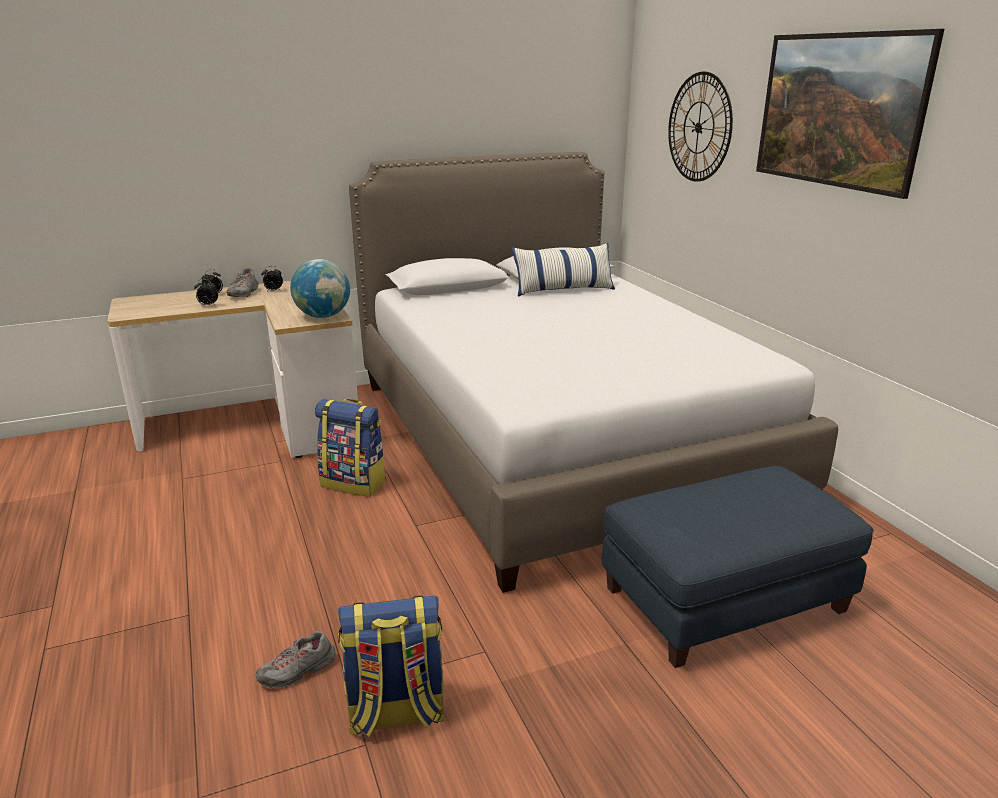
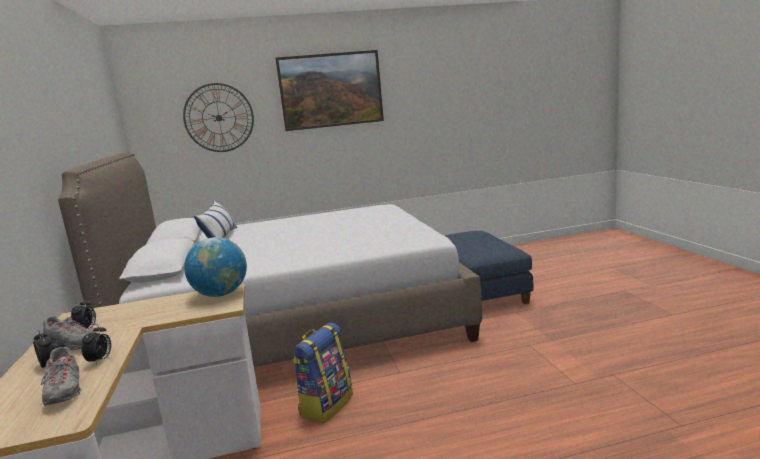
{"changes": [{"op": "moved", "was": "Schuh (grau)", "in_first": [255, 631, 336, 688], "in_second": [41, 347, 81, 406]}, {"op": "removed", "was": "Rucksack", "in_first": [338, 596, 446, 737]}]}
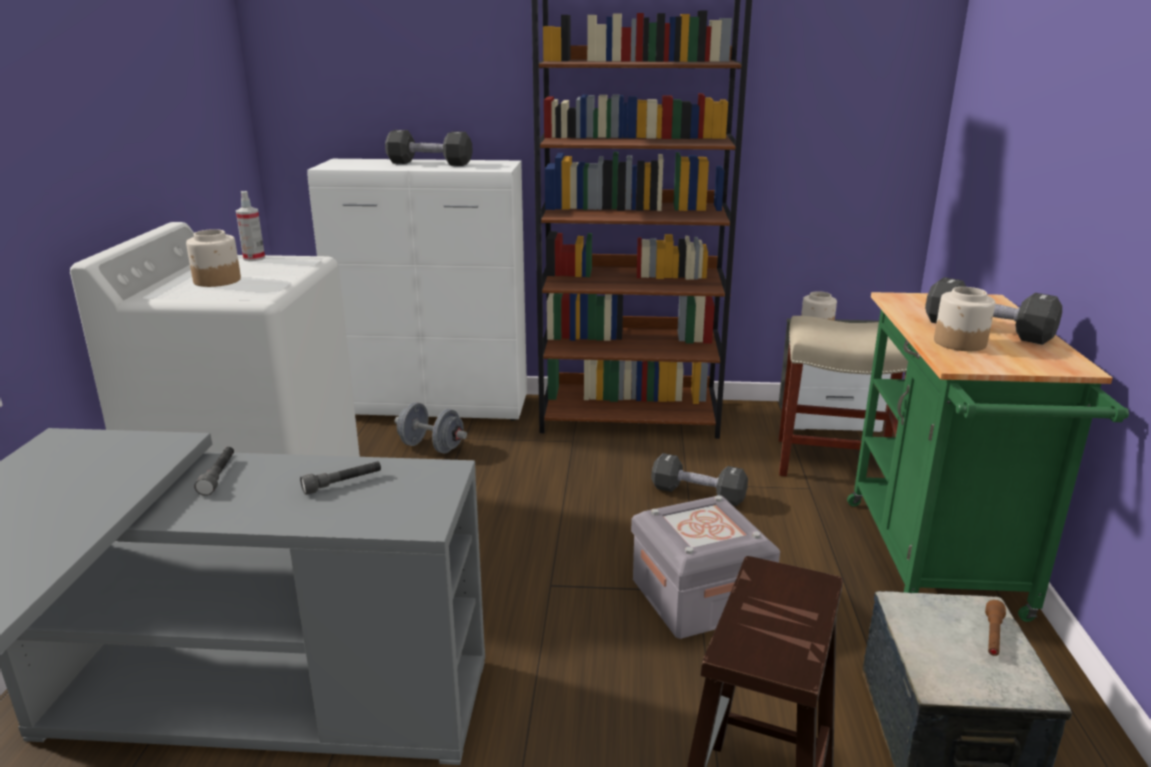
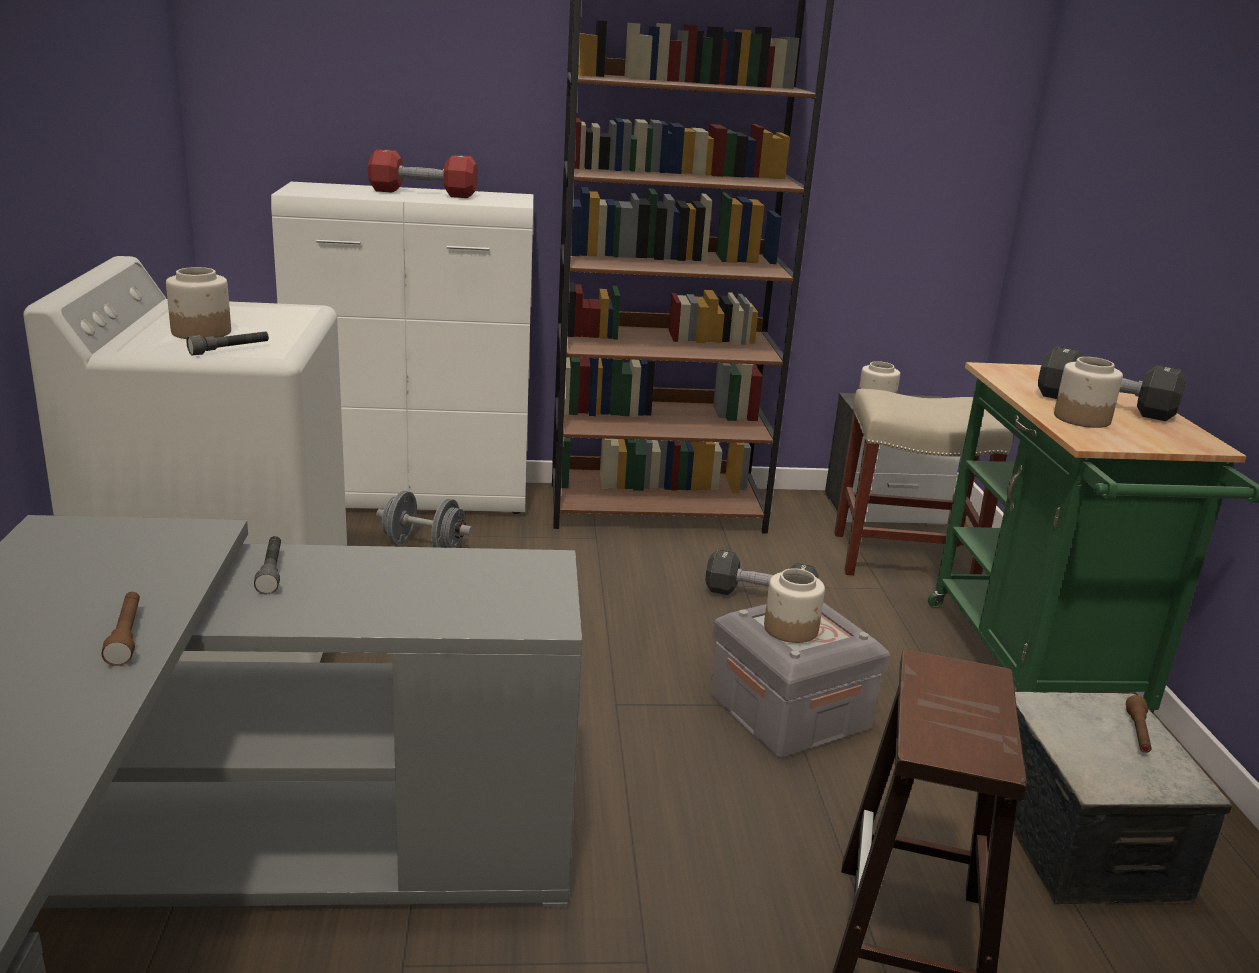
{"changes": [{"op": "added", "now": "Taschenlampe (braun)", "in_second": [101, 592, 140, 666]}, {"op": "moved", "was": "Taschenlampe (grau)", "in_first": [300, 461, 381, 495], "in_second": [187, 331, 269, 355]}, {"op": "recoloured", "was": "Hantel (schwarz)", "now": "Hantel (rot)", "in_first": [385, 130, 473, 166], "in_second": [368, 149, 478, 198]}, {"op": "added", "now": "Vorratsglas", "in_second": [764, 568, 825, 643]}, {"op": "removed", "was": "Sprühflasche", "in_first": [236, 191, 265, 261]}]}
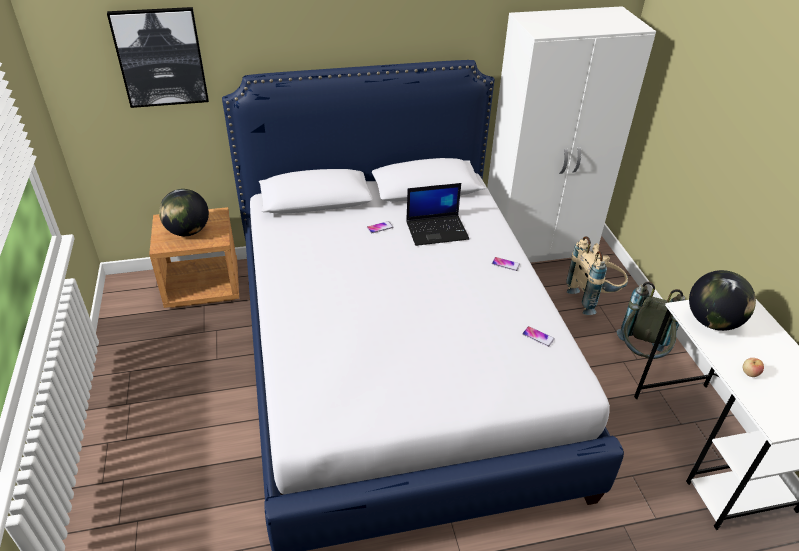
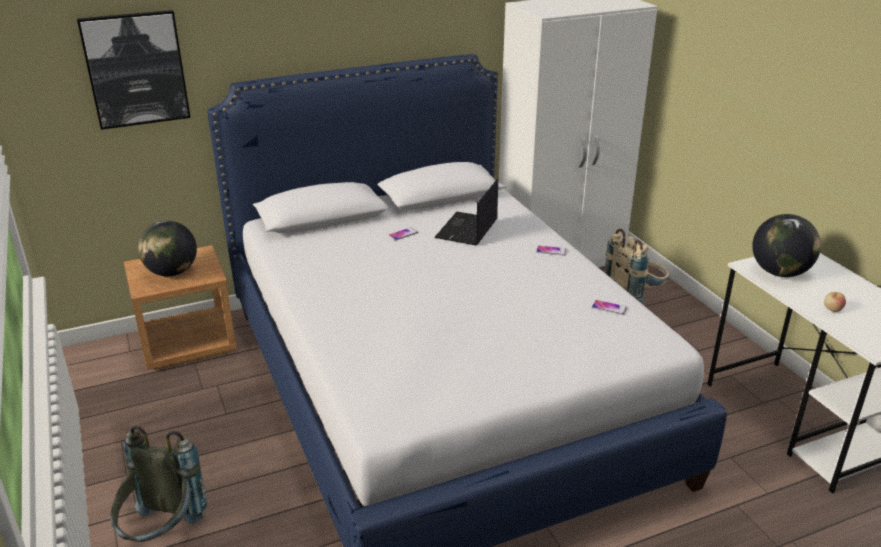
{"changes": [{"op": "moved", "was": "Rucksack (grau)", "in_first": [617, 282, 685, 359], "in_second": [110, 425, 207, 542]}, {"op": "turned", "was": "Laptop", "in_first": [406, 183, 469, 246], "in_second": [434, 179, 498, 246], "clockwise": 135}]}
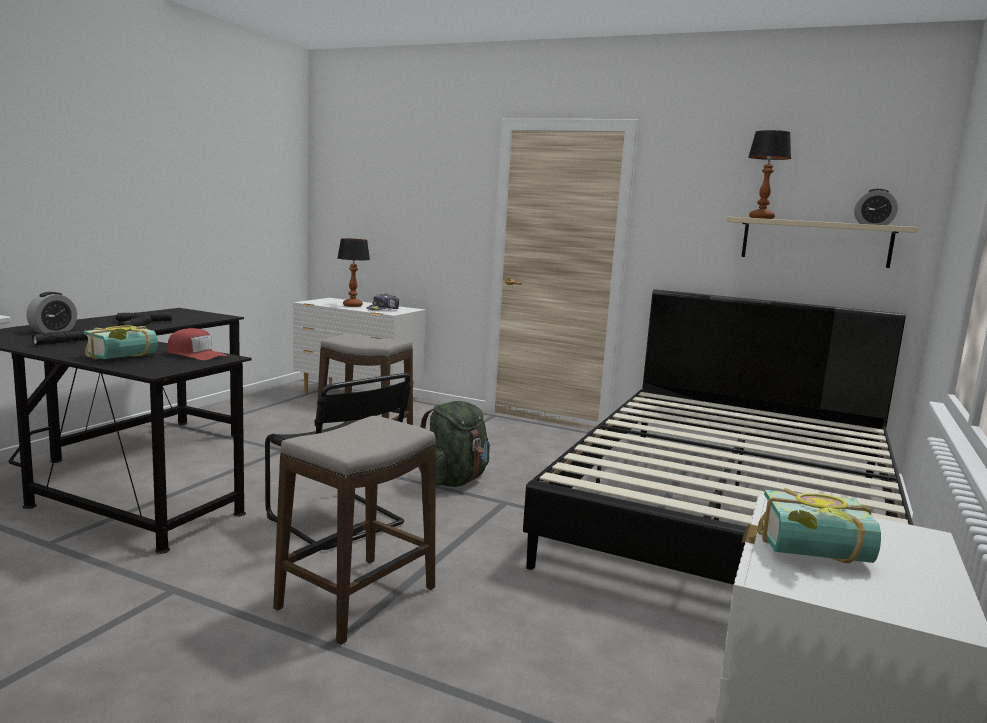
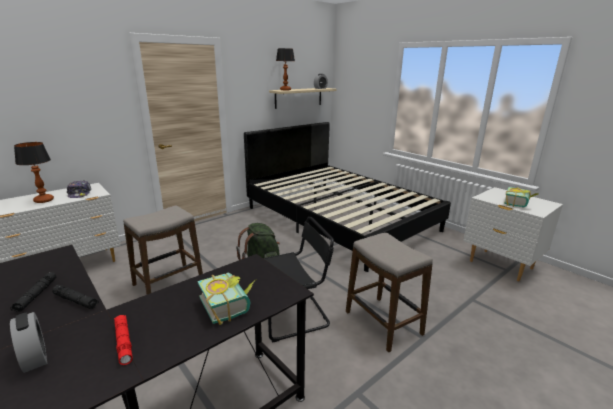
{"changes": [{"op": "recoloured", "was": "Taschenlampe (schwarz)", "now": "Taschenlampe (rot)", "in_first": [32, 329, 94, 345], "in_second": [114, 315, 133, 365]}, {"op": "removed", "was": "Kappe (rot)", "in_first": [167, 328, 227, 361]}]}
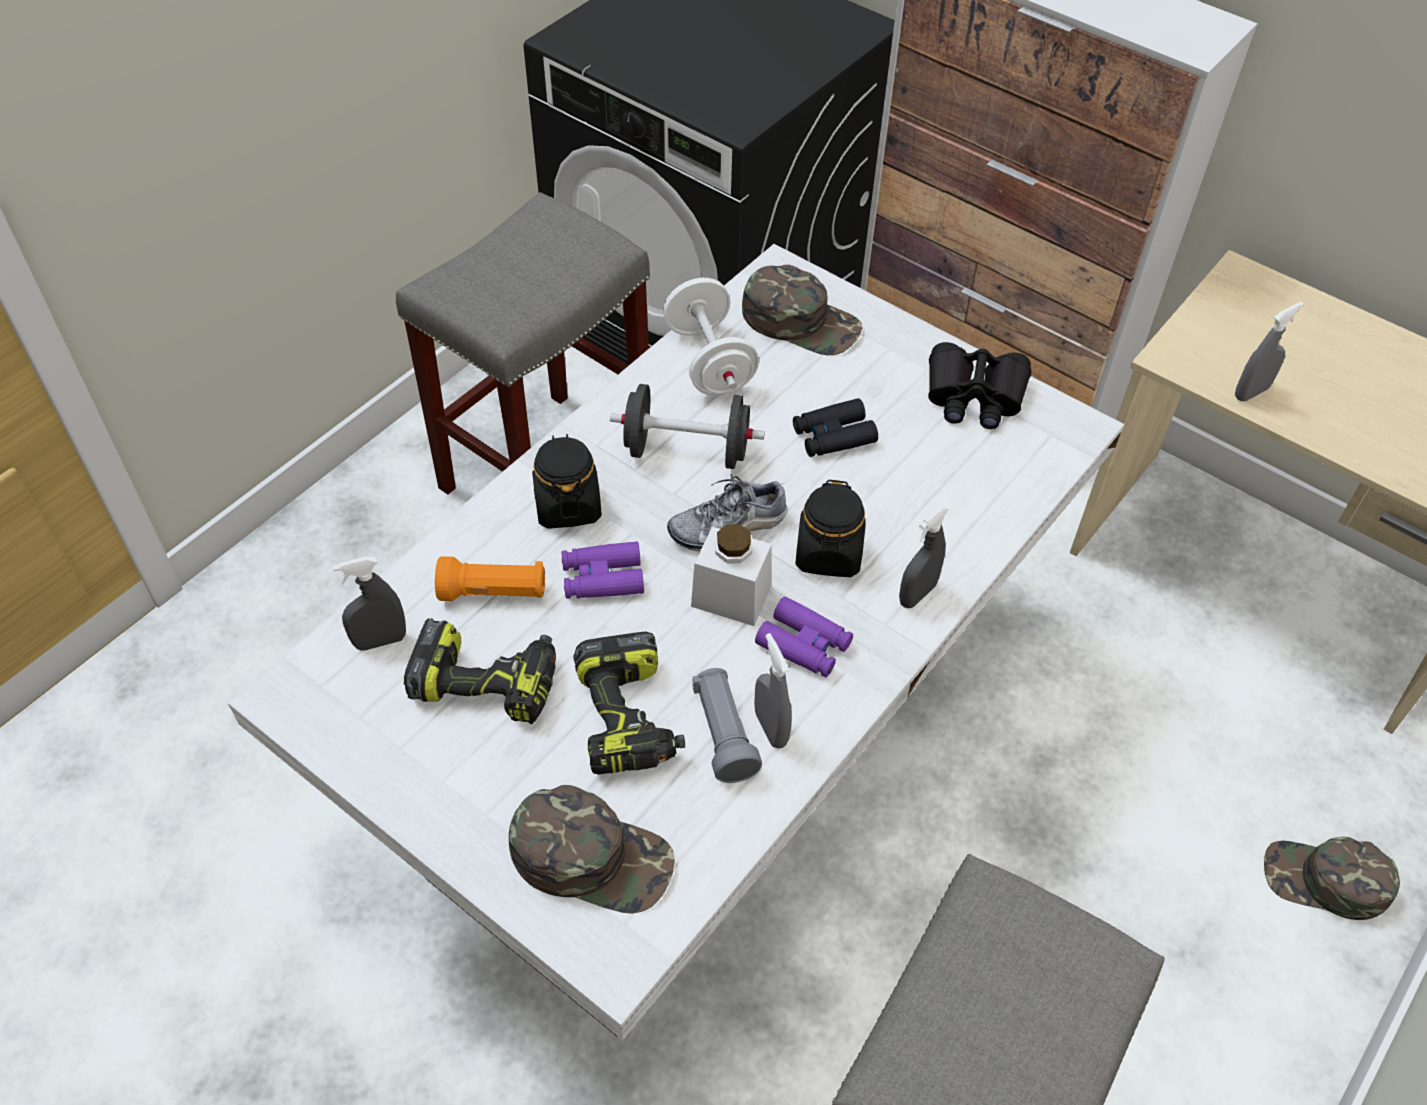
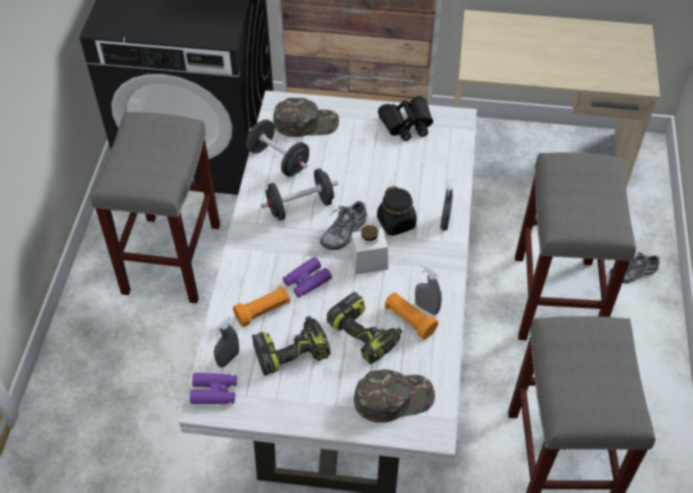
{"changes": [{"op": "moved", "was": "Fernglas (lila)", "in_first": [755, 597, 853, 678], "in_second": [190, 373, 237, 404]}, {"op": "recoloured", "was": "Hantel (weiß)", "now": "Hantel (schwarz)", "in_first": [663, 278, 759, 395], "in_second": [247, 119, 309, 177]}, {"op": "recoloured", "was": "Taschenlampe (grau)", "now": "Taschenlampe (orange)", "in_first": [693, 668, 762, 783], "in_second": [385, 292, 438, 339]}, {"op": "added", "now": "Hocker (grau)", "in_second": [515, 152, 636, 340]}, {"op": "replaced", "was": "Kappe (grün)", "now": "Schuh", "in_first": [1264, 837, 1400, 920], "in_second": [610, 252, 660, 284]}, {"op": "removed", "was": "Vorratsglas (schwarz)", "in_first": [532, 434, 602, 529]}, {"op": "removed", "was": "Fernglas (schwarz)", "in_first": [793, 398, 878, 457]}, {"op": "removed", "was": "Sprühflasche (grau)", "in_first": [1235, 302, 1304, 401]}]}
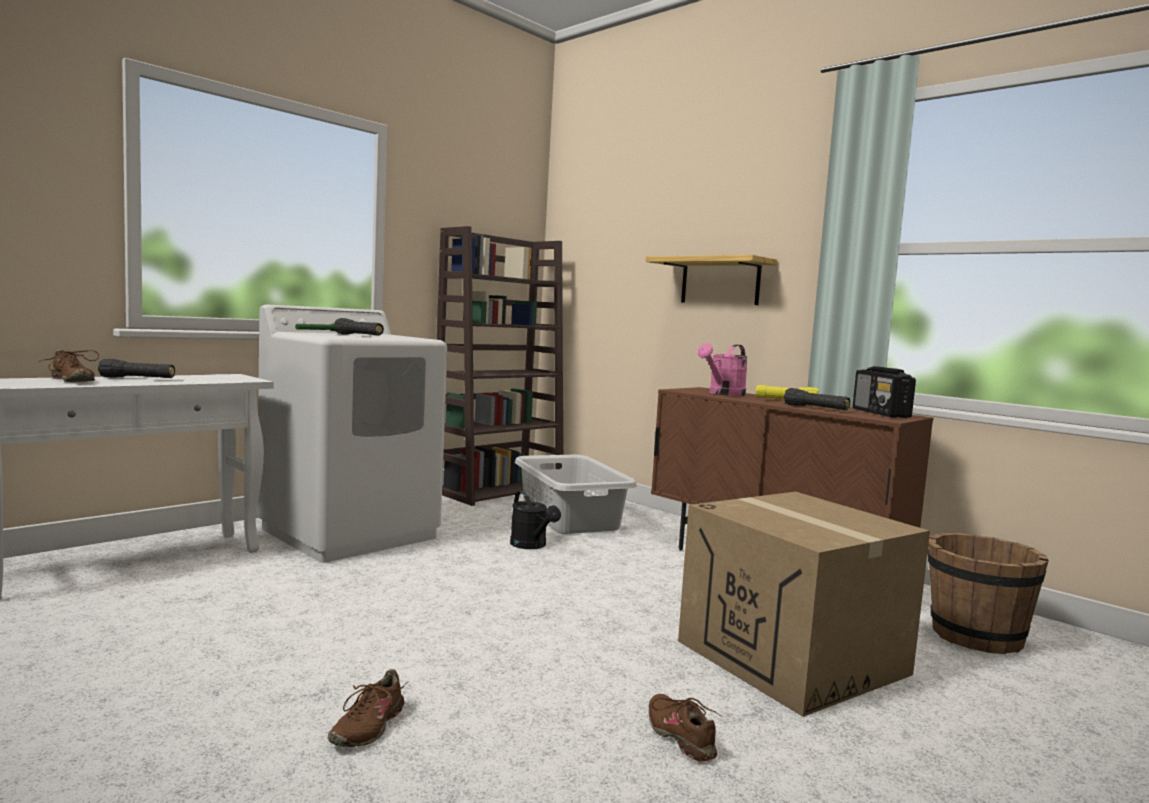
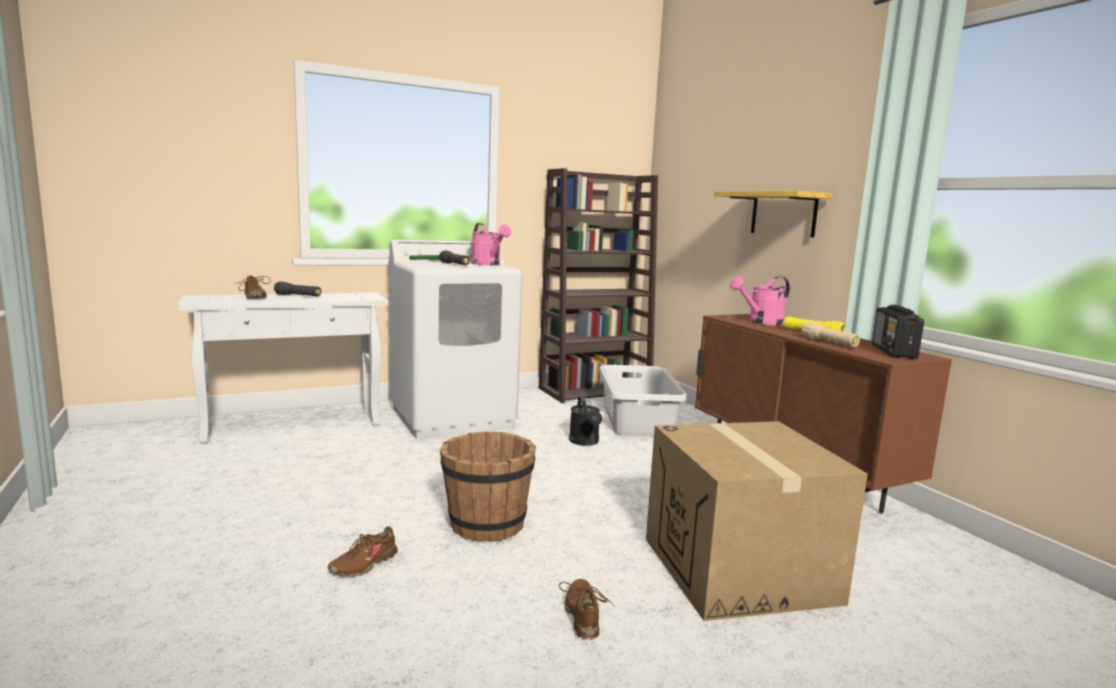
{"changes": [{"op": "moved", "was": "Eimer (braun)", "in_first": [928, 533, 1049, 654], "in_second": [440, 431, 536, 542]}, {"op": "added", "now": "Gießkanne (rosa)", "in_second": [471, 223, 511, 265]}, {"op": "recoloured", "was": "Taschenlampe (schwarz)", "now": "Taschenlampe (beige)", "in_first": [784, 388, 850, 410], "in_second": [801, 322, 860, 347]}]}
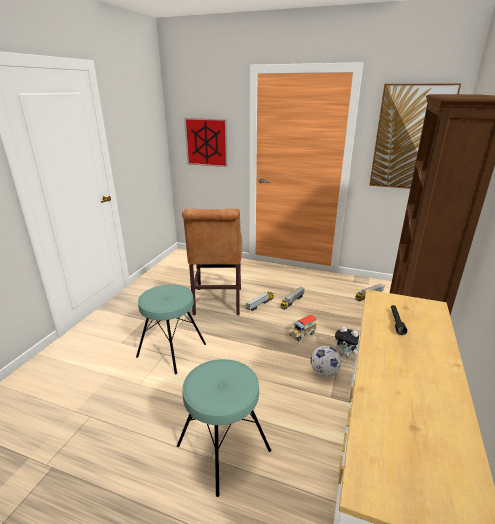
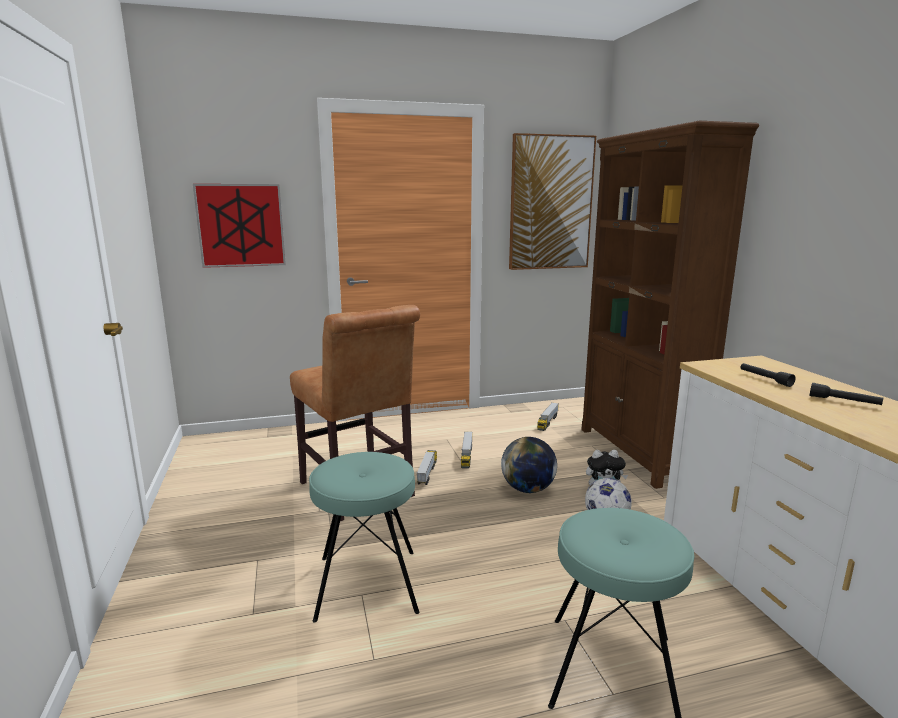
{"changes": [{"op": "replaced", "was": "Spielzeuglaster", "now": "Globus", "in_first": [289, 315, 317, 341], "in_second": [501, 437, 557, 493]}, {"op": "added", "now": "Taschenlampe (schwarz)", "in_second": [810, 383, 883, 405]}]}
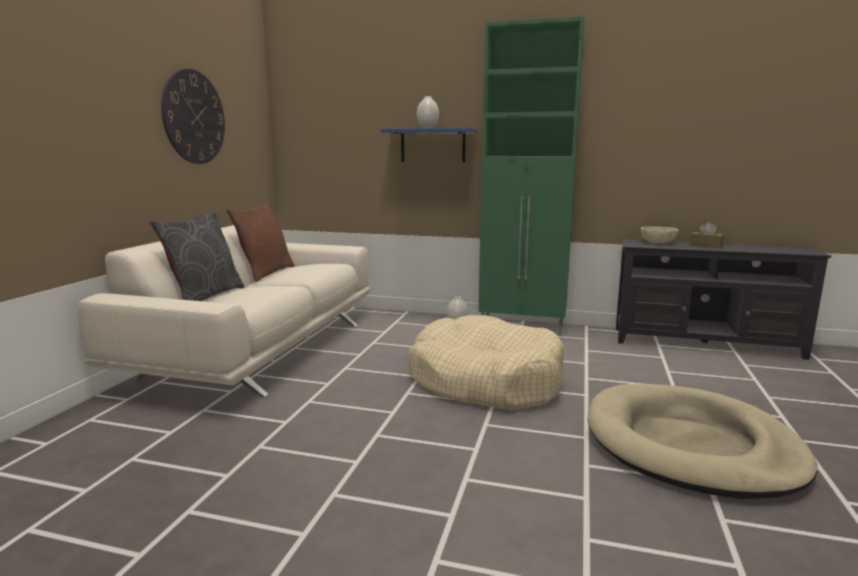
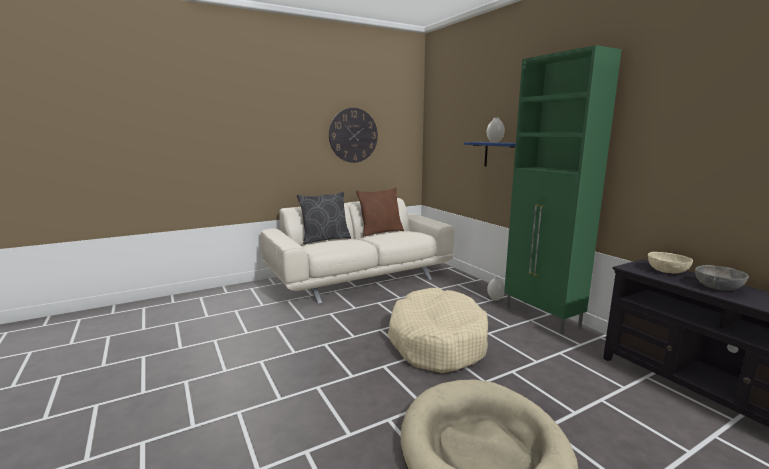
{"changes": [{"op": "replaced", "was": "Taschentuchbox (braun)", "now": "Schüssel (grau)", "in_first": [690, 222, 724, 248], "in_second": [695, 265, 749, 291]}]}
